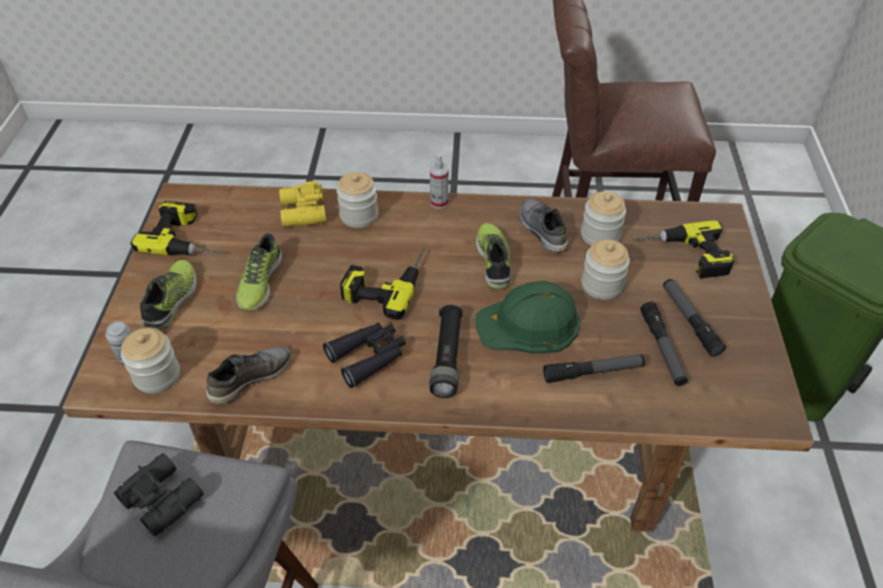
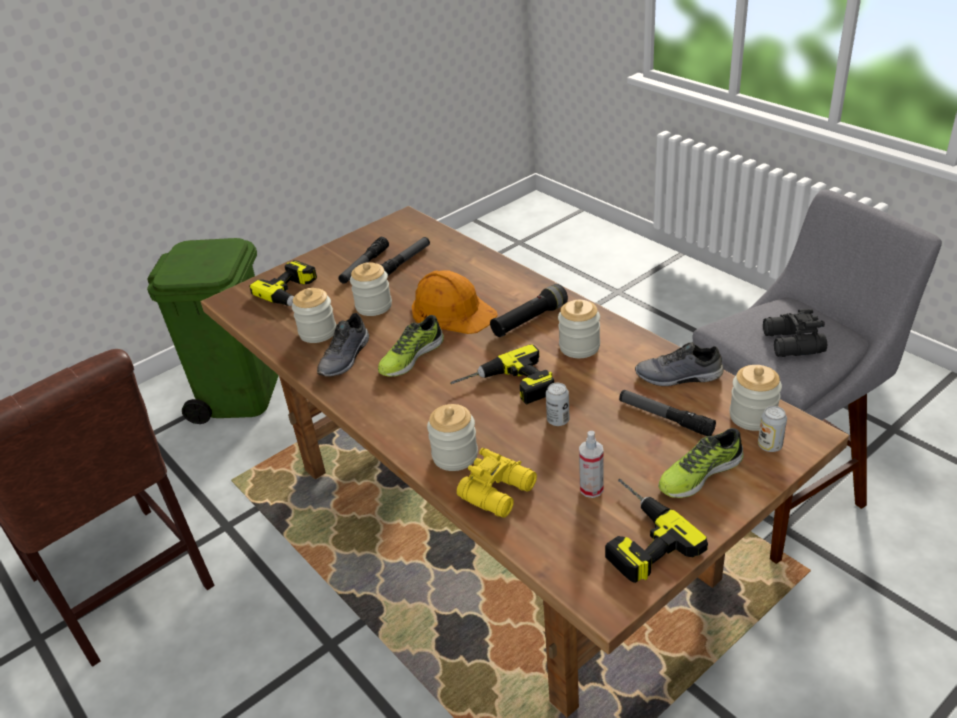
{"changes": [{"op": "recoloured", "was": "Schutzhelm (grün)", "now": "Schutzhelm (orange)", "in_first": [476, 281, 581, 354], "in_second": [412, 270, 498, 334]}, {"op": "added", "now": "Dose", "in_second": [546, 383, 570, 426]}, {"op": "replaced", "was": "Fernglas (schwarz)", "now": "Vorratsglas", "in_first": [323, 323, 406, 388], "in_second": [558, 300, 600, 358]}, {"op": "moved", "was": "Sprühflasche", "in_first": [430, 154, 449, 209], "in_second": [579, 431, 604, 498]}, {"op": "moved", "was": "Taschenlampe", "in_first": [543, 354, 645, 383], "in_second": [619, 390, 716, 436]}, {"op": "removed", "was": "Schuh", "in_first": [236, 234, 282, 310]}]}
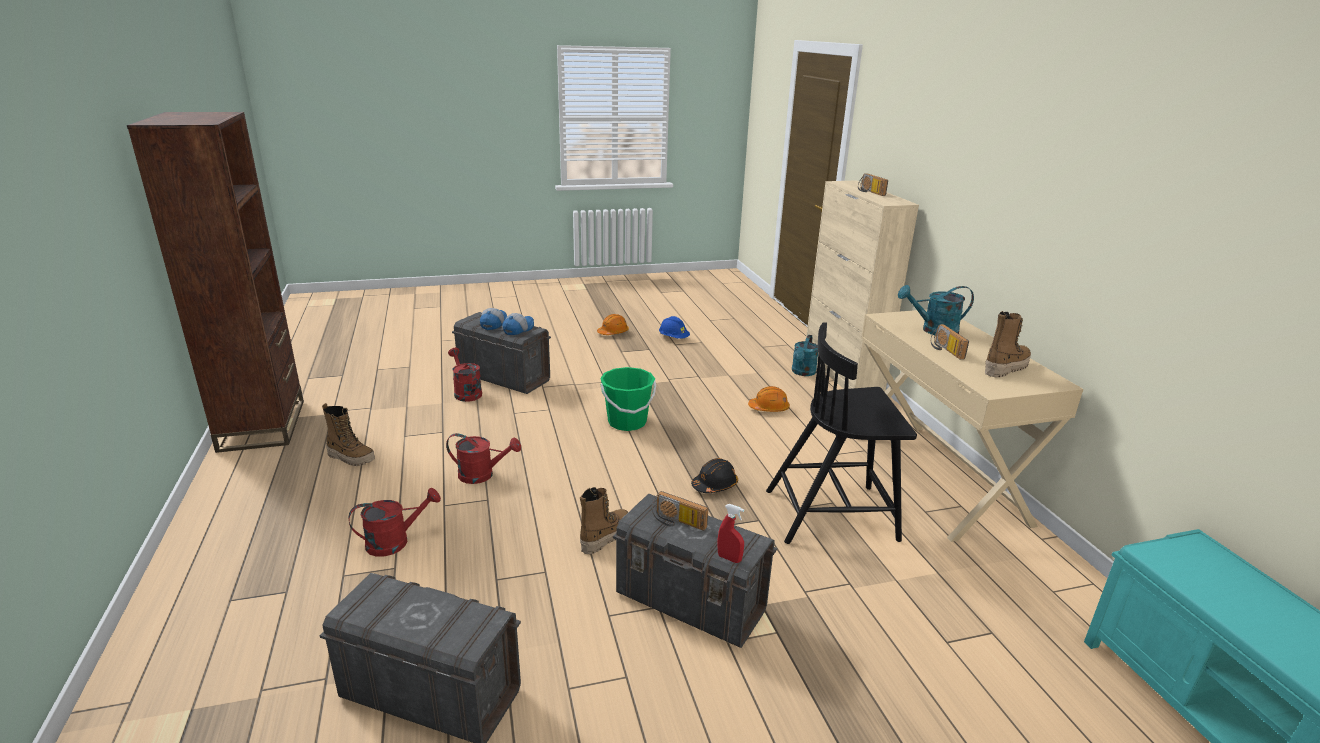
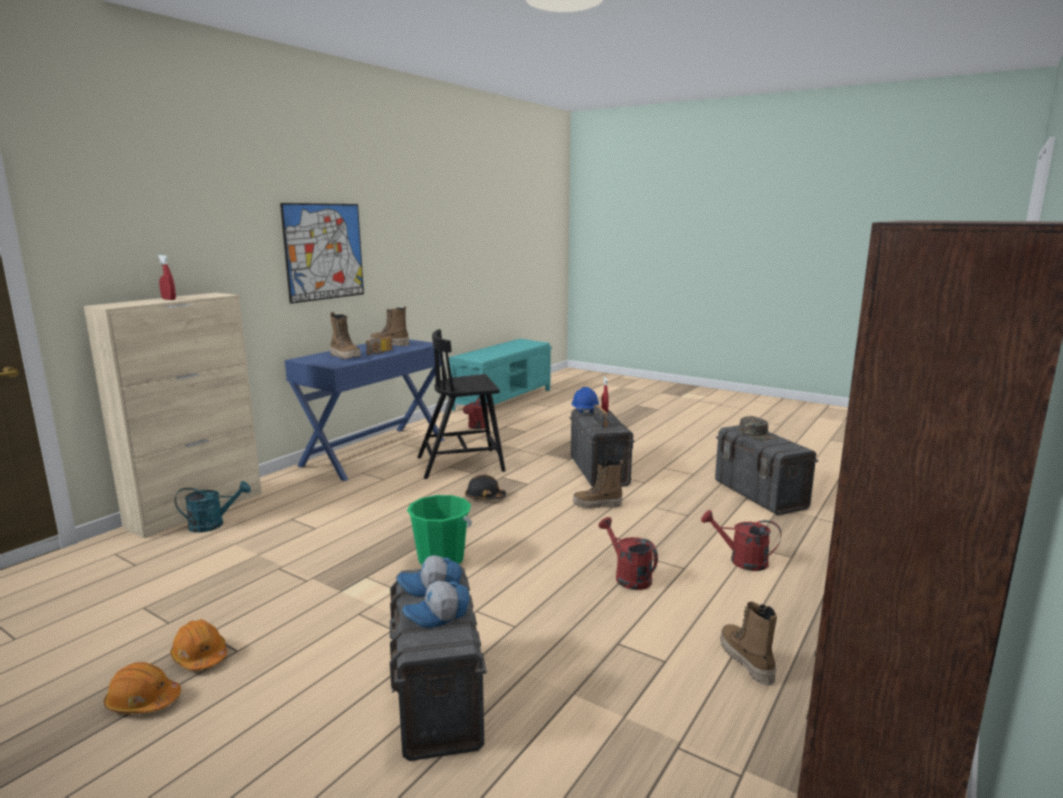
{"changes": [{"op": "replaced", "was": "Radio", "now": "Sprühflasche (rot)", "in_first": [858, 173, 888, 196], "in_second": [158, 255, 176, 300]}, {"op": "moved", "was": "Schutzhelm (orange)", "in_first": [748, 386, 790, 412], "in_second": [170, 619, 227, 671]}, {"op": "added", "now": "Bild", "in_second": [280, 203, 364, 304]}, {"op": "recoloured", "was": "Schreibtisch (beige)", "now": "Schreibtisch (blau)", "in_first": [849, 309, 1084, 542], "in_second": [285, 339, 445, 481]}, {"op": "replaced", "was": "Gießkanne (türkis)", "now": "Stiefel", "in_first": [898, 285, 974, 335], "in_second": [330, 312, 361, 359]}, {"op": "turned", "was": "Stuhl (schwarz)", "in_first": [766, 322, 917, 544], "in_second": [417, 329, 506, 479], "clockwise": 120}, {"op": "moved", "was": "Gießkanne (rot)", "in_first": [448, 348, 482, 402], "in_second": [463, 396, 488, 429]}, {"op": "moved", "was": "Schutzhelm (blau)", "in_first": [659, 316, 690, 339], "in_second": [572, 387, 599, 416]}, {"op": "added", "now": "Kappe (grün)", "in_second": [739, 416, 778, 441]}]}
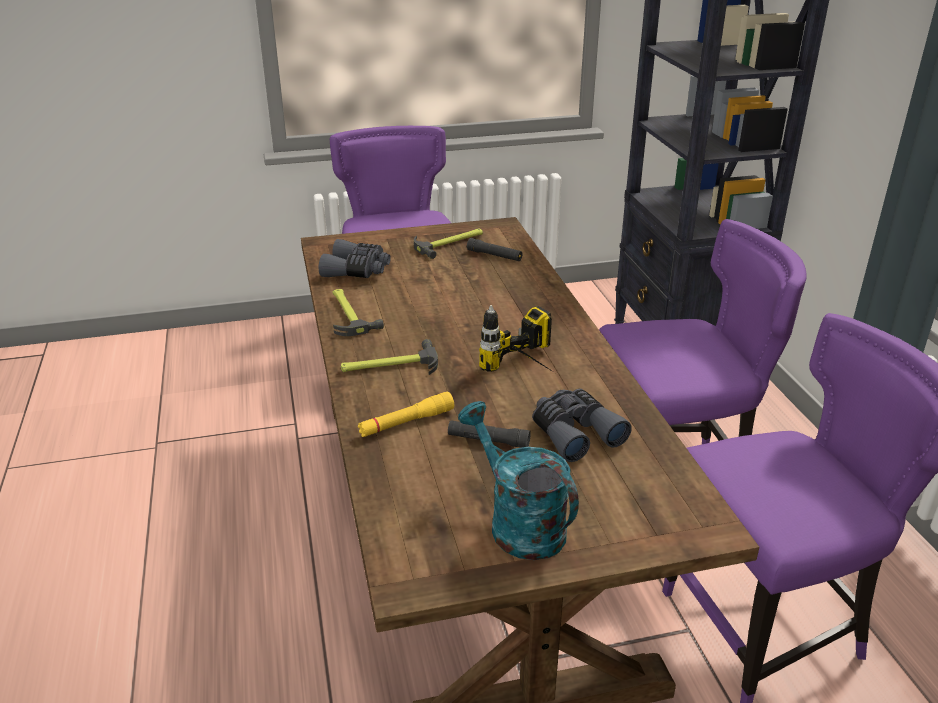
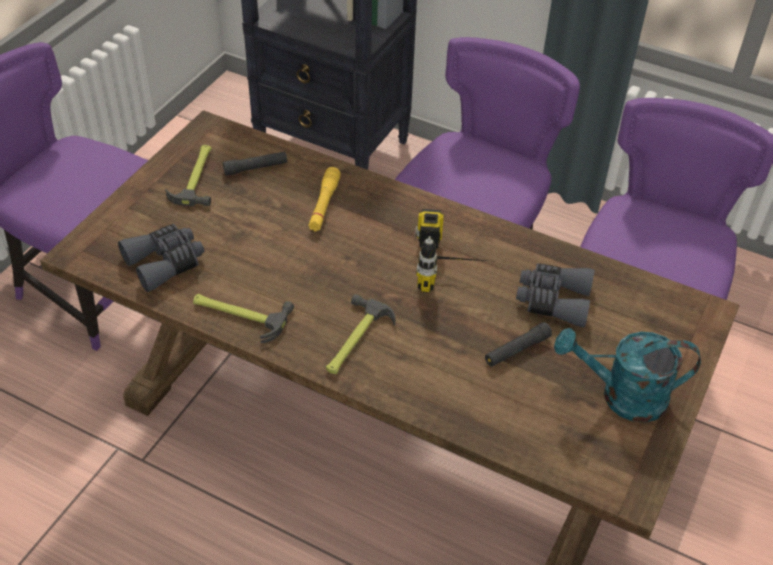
{"changes": [{"op": "moved", "was": "Taschenlampe (gelb)", "in_first": [358, 392, 454, 437], "in_second": [309, 167, 341, 231]}]}
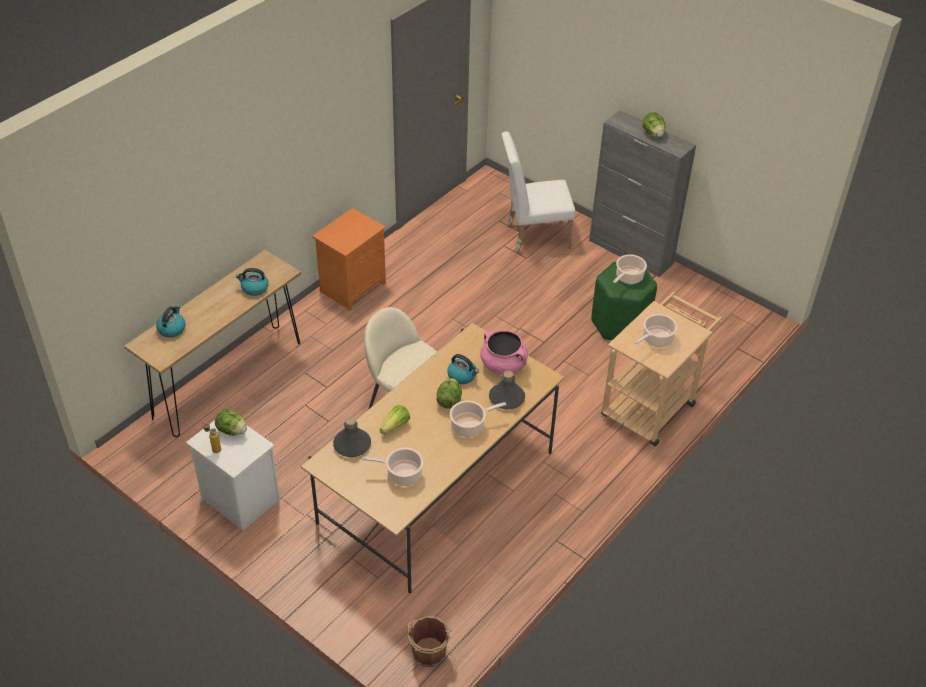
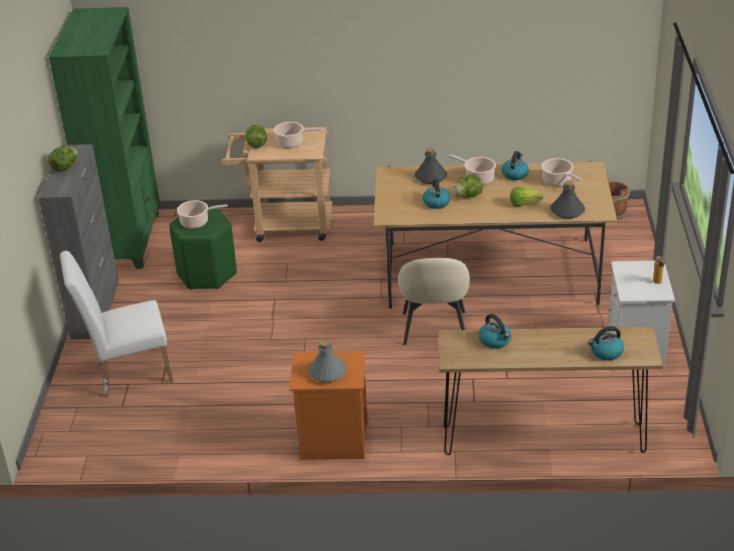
{"changes": [{"op": "added", "now": "Bücherregal (grün)", "in_second": [49, 7, 160, 269]}, {"op": "turned", "was": "Stuhl (weiß)", "in_first": [502, 131, 575, 254], "in_second": [60, 251, 173, 397], "clockwise": 120}, {"op": "moved", "was": "Salatkopf", "in_first": [215, 408, 247, 436], "in_second": [245, 125, 267, 148]}, {"op": "added", "now": "Flasche (grau)", "in_second": [308, 339, 347, 383]}, {"op": "added", "now": "Wasserkessel", "in_second": [502, 151, 529, 180]}, {"op": "removed", "was": "Kochtopf (rosa)", "in_first": [480, 330, 528, 375]}]}
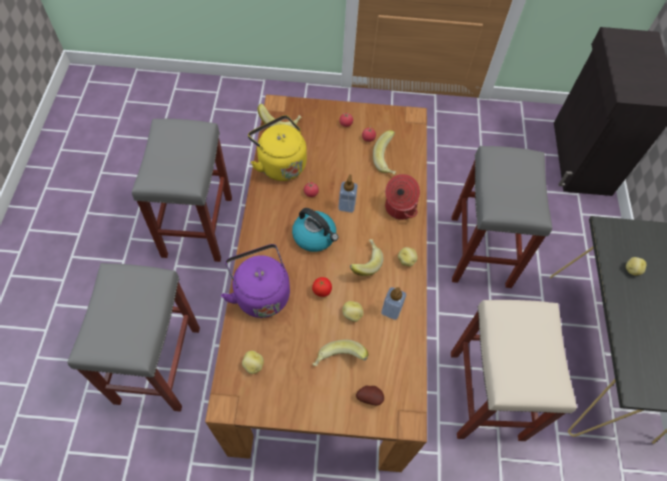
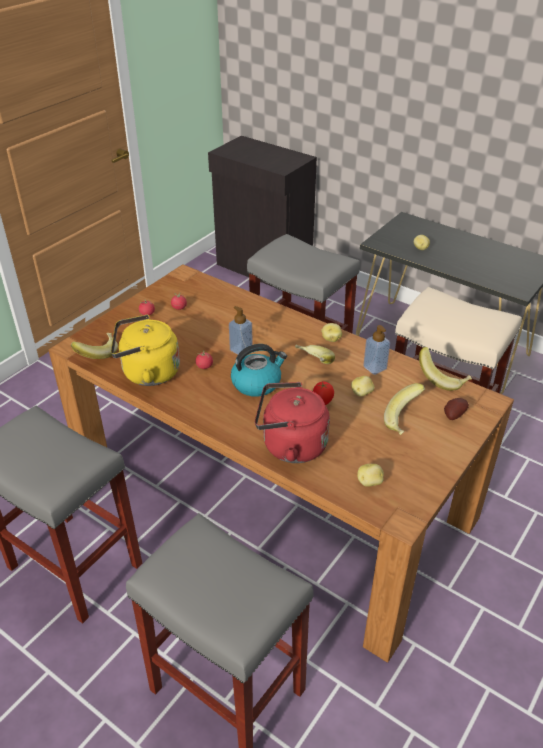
{"changes": [{"op": "recoloured", "was": "Wasserkessel (lila)", "now": "Wasserkessel (rot)", "in_first": [221, 244, 290, 318], "in_second": [255, 382, 330, 463]}, {"op": "moved", "was": "Banane", "in_first": [373, 130, 396, 175], "in_second": [419, 347, 472, 391]}, {"op": "removed", "was": "Kochtopf", "in_first": [385, 174, 420, 220]}]}
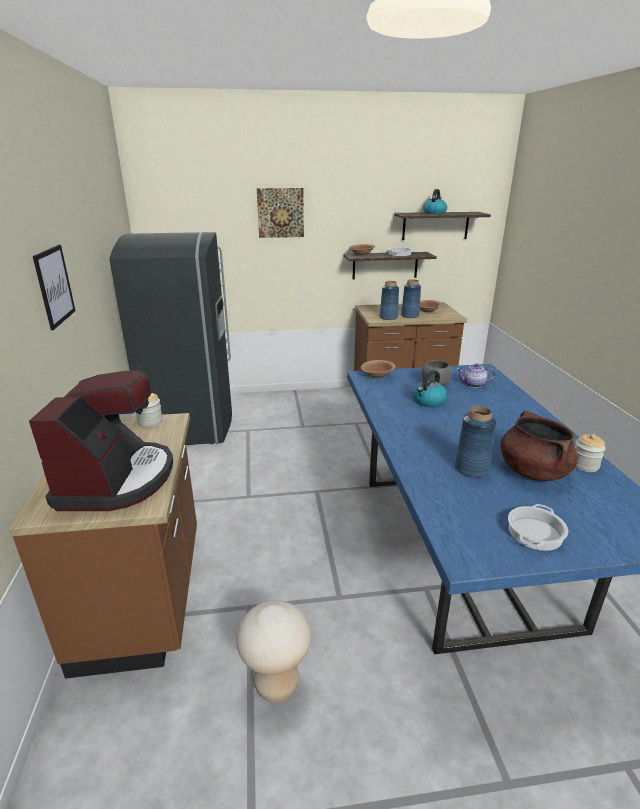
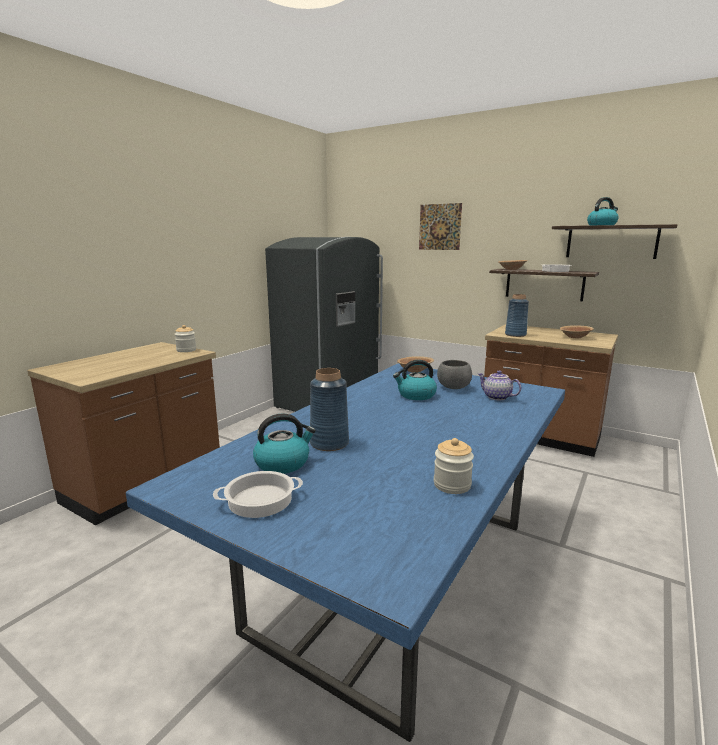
{"changes": [{"op": "added", "now": "Wasserkessel", "in_second": [253, 413, 316, 474]}, {"op": "removed", "was": "Kaffeemaschine", "in_first": [29, 370, 173, 511]}, {"op": "removed", "was": "Bild", "in_first": [33, 245, 76, 330]}, {"op": "removed", "was": "Hocker (beige)", "in_first": [236, 600, 311, 703]}, {"op": "removed", "was": "Vase (blau)", "in_first": [401, 279, 421, 318]}, {"op": "removed", "was": "Kochtopf (braun)", "in_first": [501, 411, 578, 481]}]}
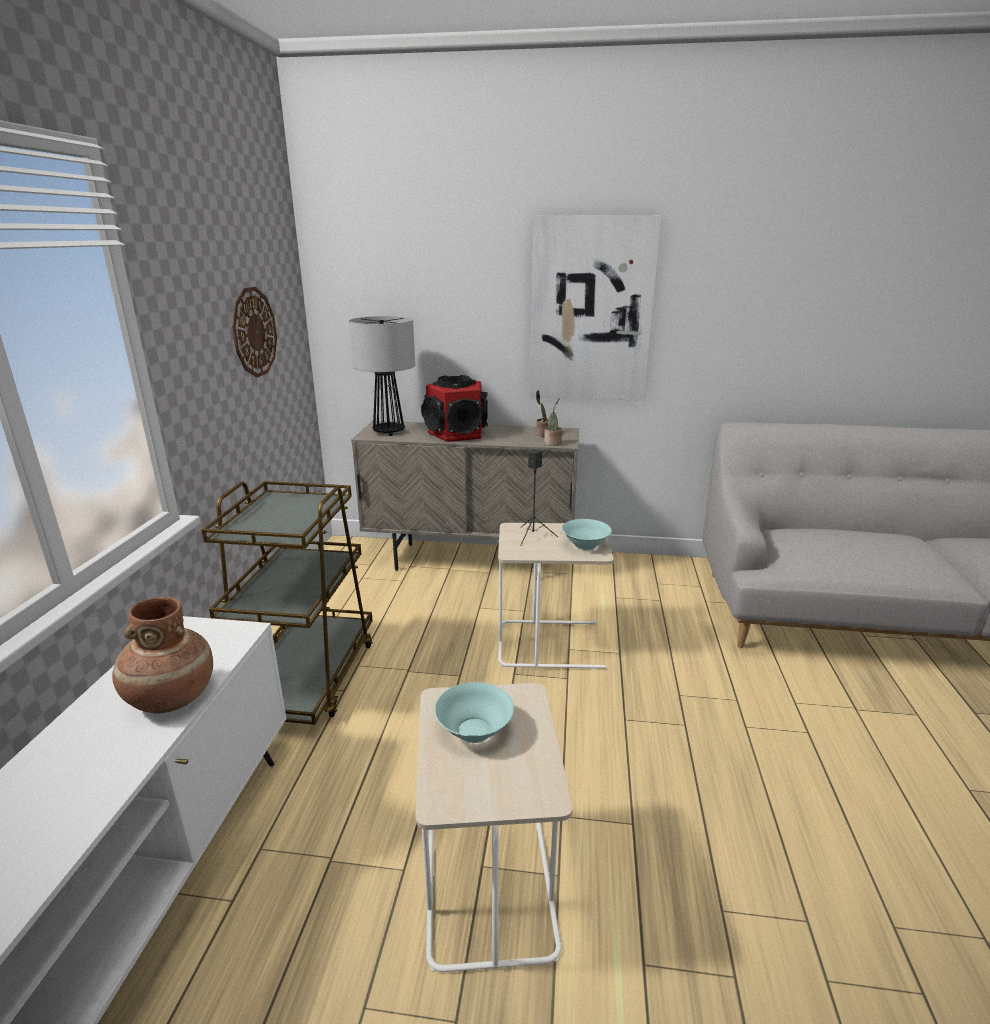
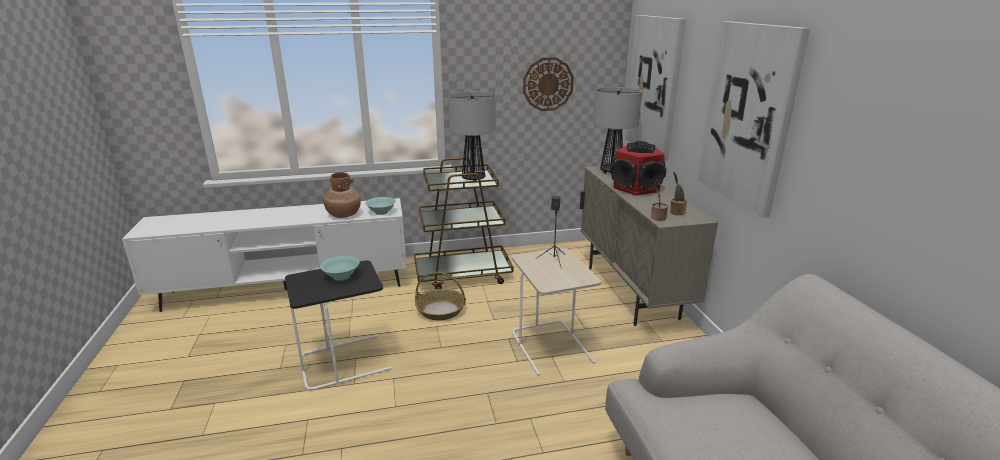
{"changes": [{"op": "recoloured", "was": "Beistelltisch (beige)", "now": "Beistelltisch (schwarz)", "in_first": [415, 683, 573, 972], "in_second": [285, 260, 392, 391]}, {"op": "moved", "was": "Schüssel (türkis)", "in_first": [562, 519, 612, 550], "in_second": [365, 197, 396, 215]}, {"op": "added", "now": "Korb", "in_second": [415, 272, 466, 321]}, {"op": "added", "now": "Tischlampe", "in_second": [448, 92, 496, 181]}, {"op": "added", "now": "Bild", "in_second": [625, 15, 686, 161]}]}
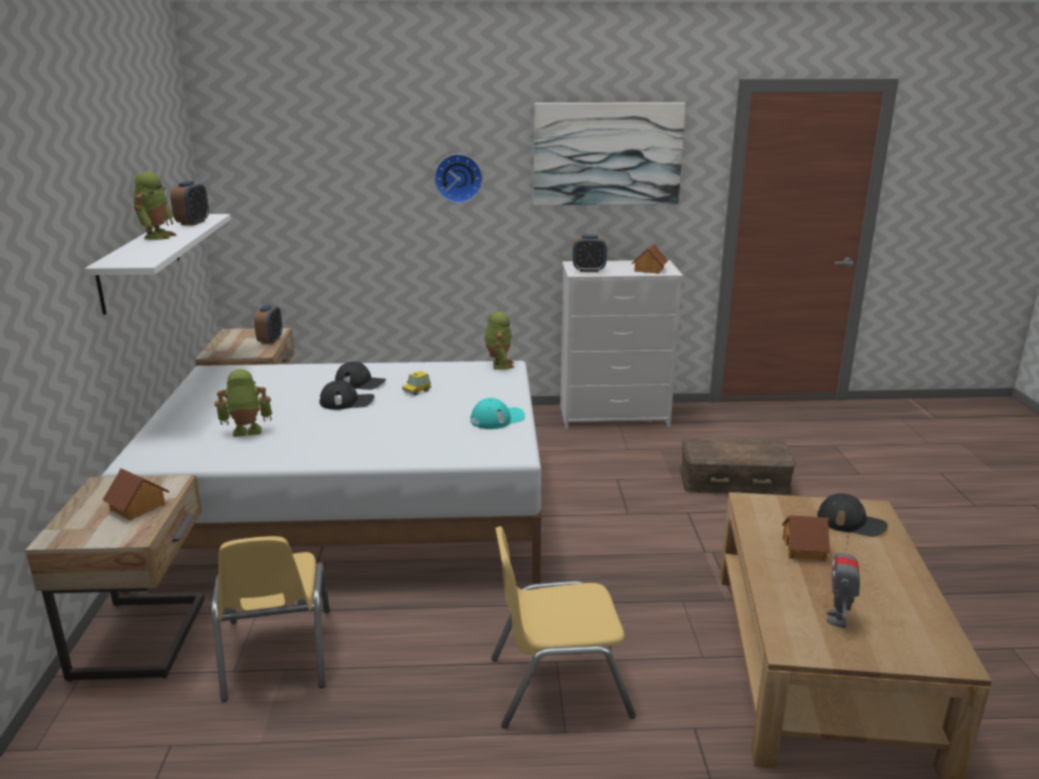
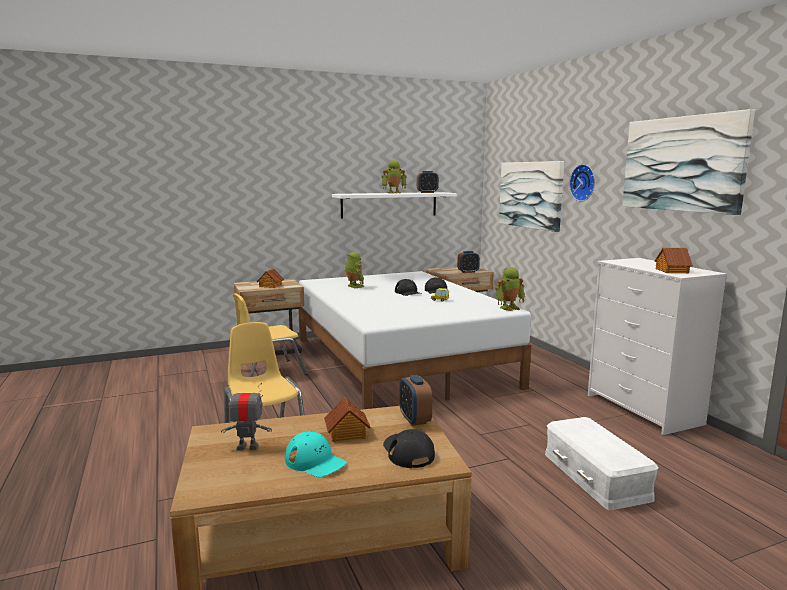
{"changes": [{"op": "moved", "was": "Kappe (türkis)", "in_first": [471, 398, 525, 429], "in_second": [285, 431, 347, 477]}, {"op": "turned", "was": "Kappe (schwarz)", "in_first": [817, 493, 888, 537], "in_second": [383, 429, 435, 468], "clockwise": 150}, {"op": "moved", "was": "Wecker", "in_first": [572, 235, 607, 272], "in_second": [399, 375, 432, 426]}, {"op": "added", "now": "Bild", "in_second": [499, 161, 564, 232]}, {"op": "recoloured", "was": "Aufbewahrungsbox (braun)", "now": "Aufbewahrungsbox (weiß)", "in_first": [680, 438, 796, 495], "in_second": [545, 417, 659, 510]}]}
